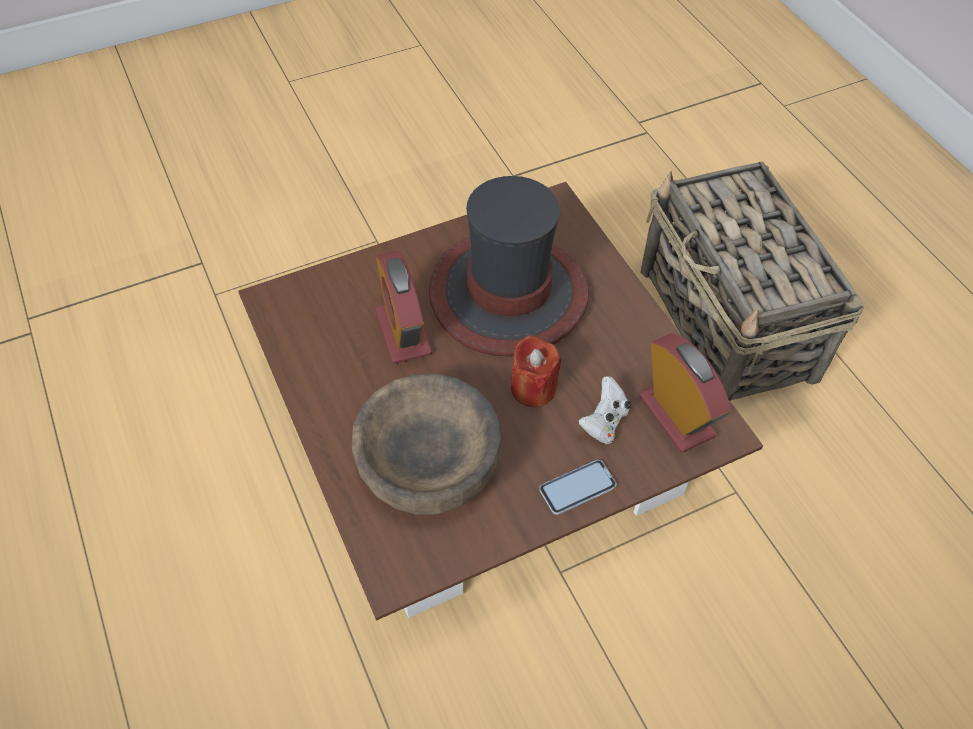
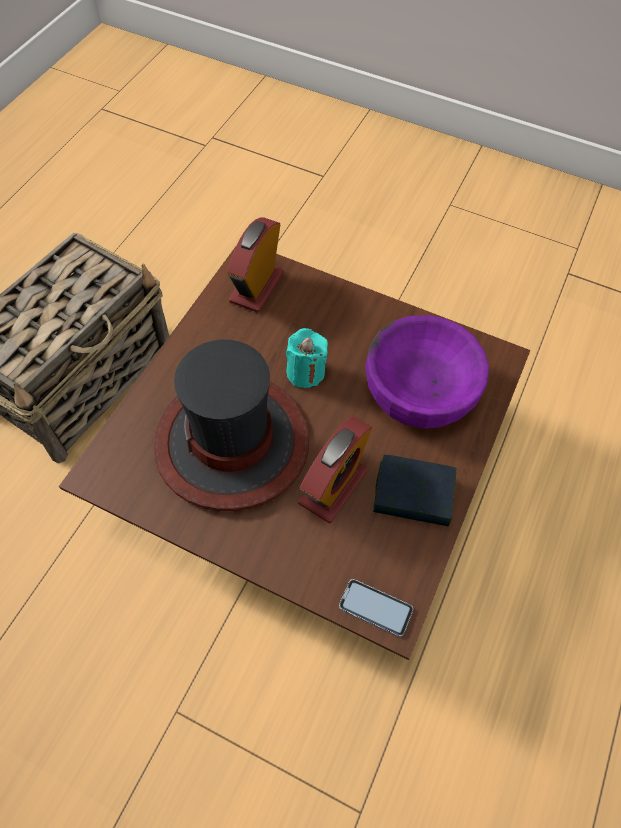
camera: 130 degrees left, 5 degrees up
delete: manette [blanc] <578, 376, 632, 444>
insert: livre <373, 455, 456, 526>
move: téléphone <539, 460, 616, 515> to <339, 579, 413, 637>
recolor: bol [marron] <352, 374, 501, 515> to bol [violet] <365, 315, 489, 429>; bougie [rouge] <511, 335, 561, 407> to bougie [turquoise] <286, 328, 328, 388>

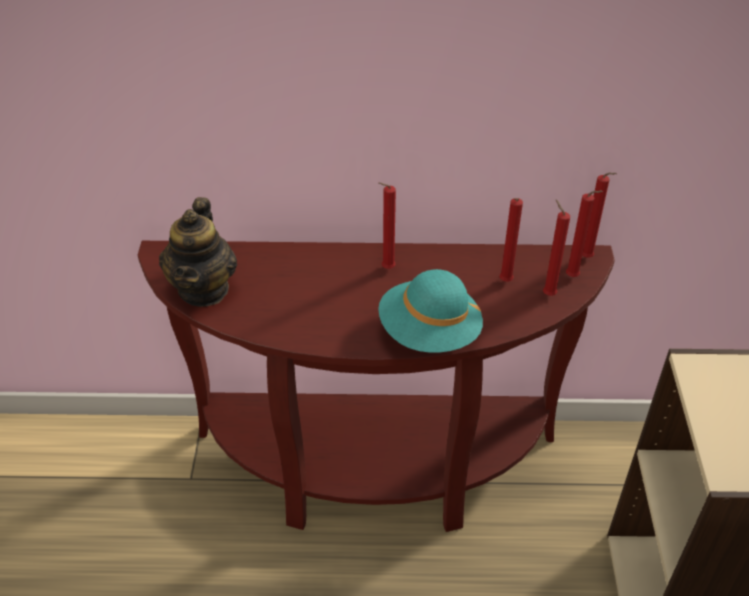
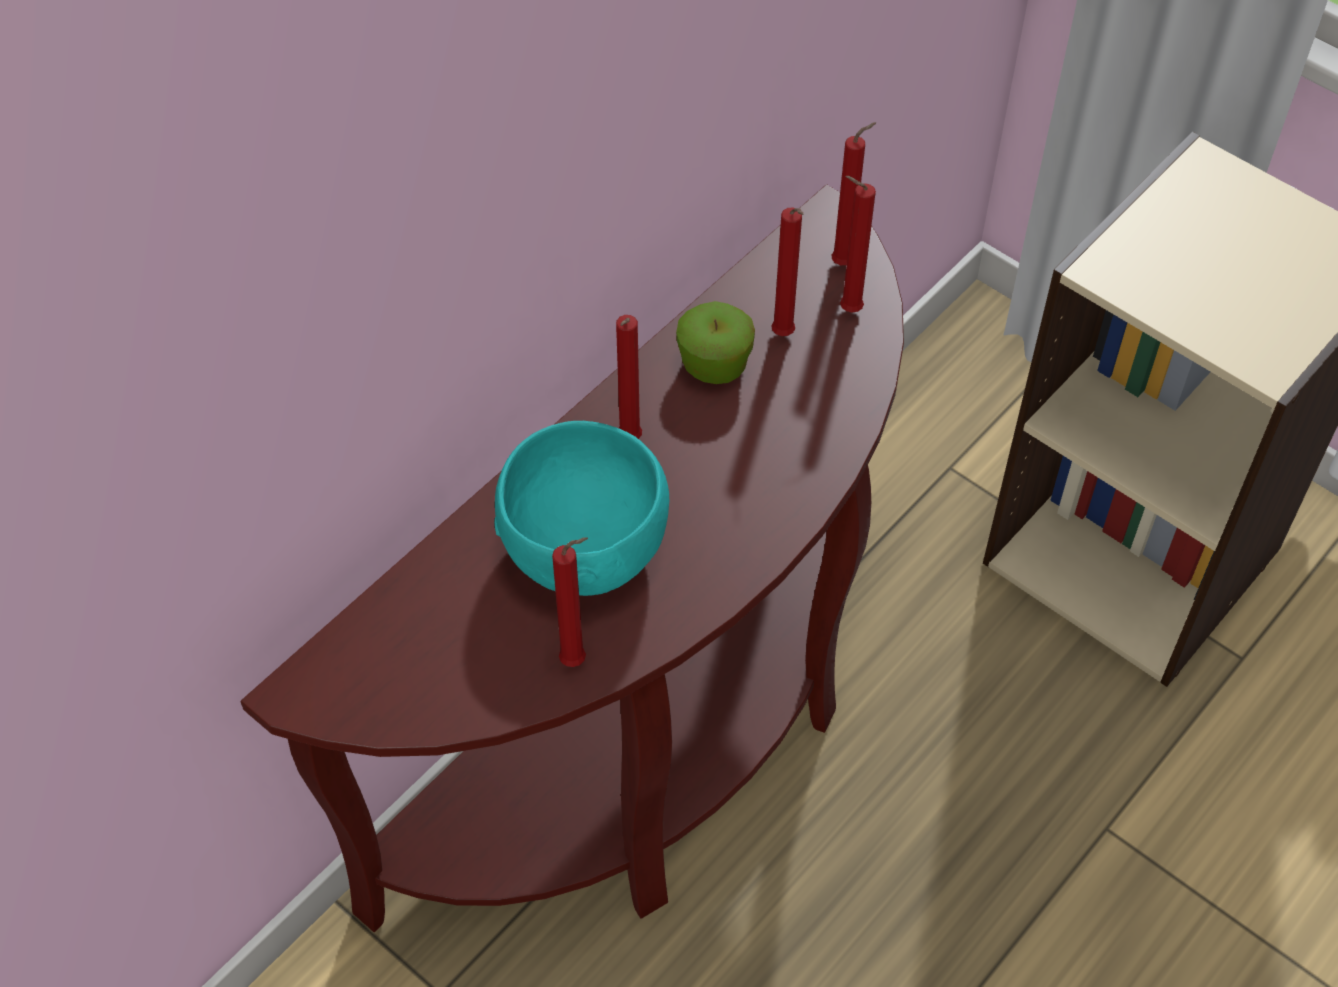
camera: 50 degrees left, 10 degrees up
delete: théière <159, 197, 237, 307>; chapeau [turquoise] <378, 269, 483, 353>
insert: bol [turquoise] <494, 421, 669, 596>; pomme <676, 301, 755, 384>
move: bougie [rouge] <582, 173, 617, 258> to <552, 537, 588, 667>

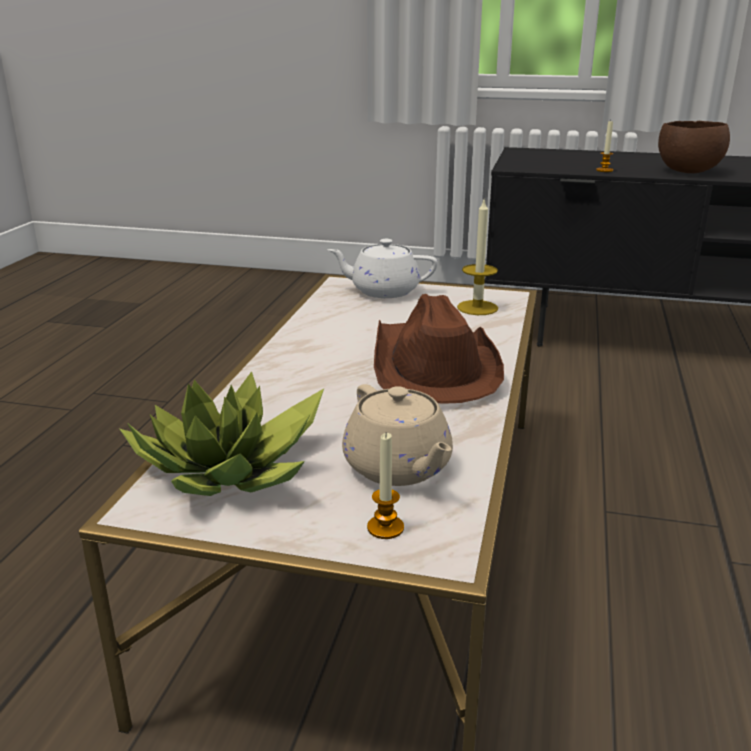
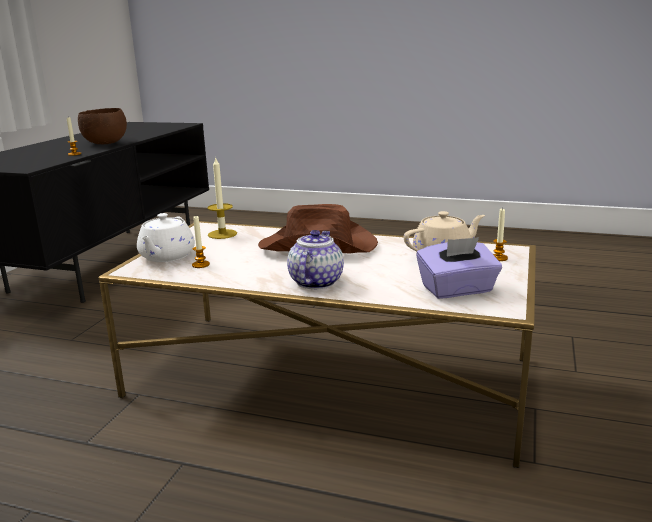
camera: 85 degrees left, 5 degrees down
insert: bougie <192, 216, 210, 268>; théière <287, 230, 344, 289>
replace: plante en pot <120, 371, 324, 496> to boîte à mouchoirs [violet] <416, 237, 502, 299>

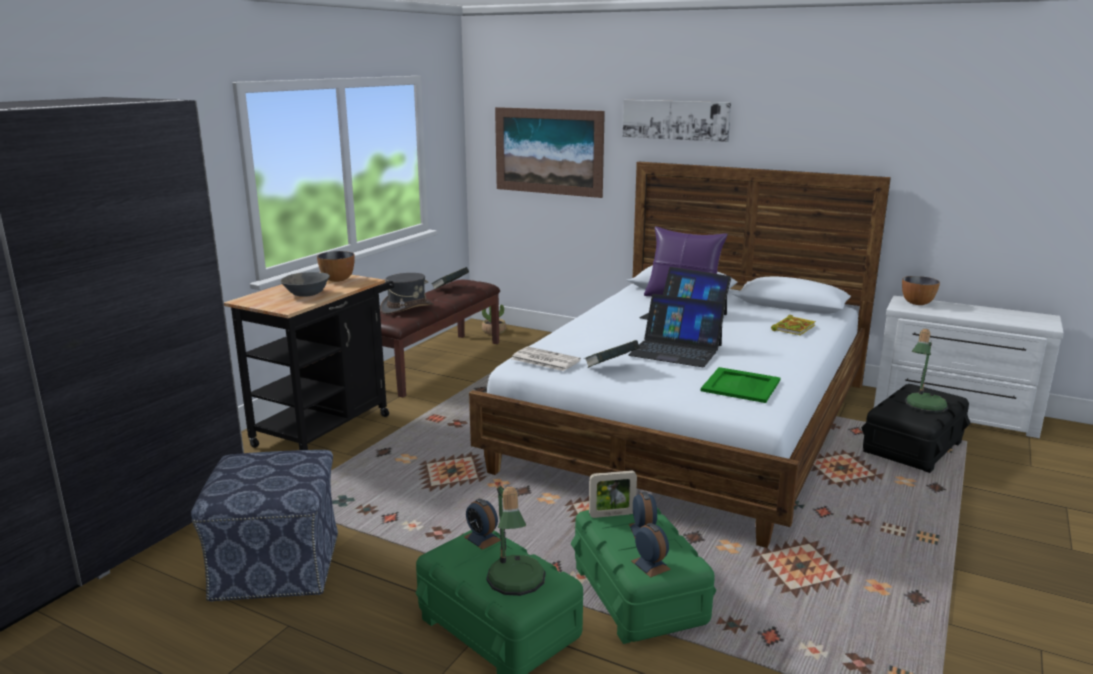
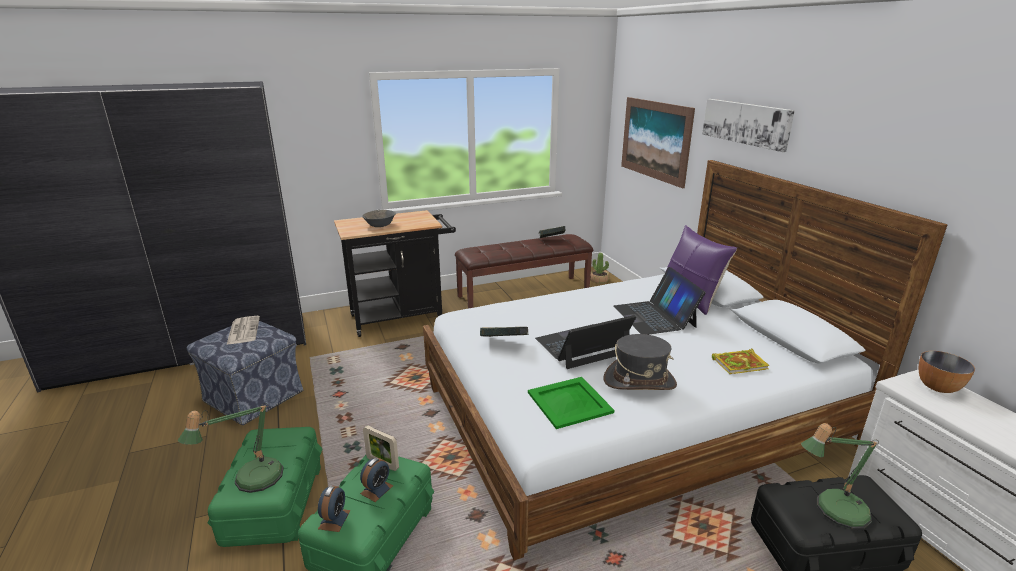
camera: 40 degrees right, 5 degrees up
delete: bol <317, 251, 355, 282>; réveil <464, 499, 501, 550>
move: chapeau [gris] <380, 273, 434, 314> to <603, 334, 677, 390>; journal <511, 347, 581, 371> to <226, 316, 260, 345>
rotate: ordinateur portable <628, 294, 726, 367> = <535, 315, 636, 369> 90 degrees clockwise

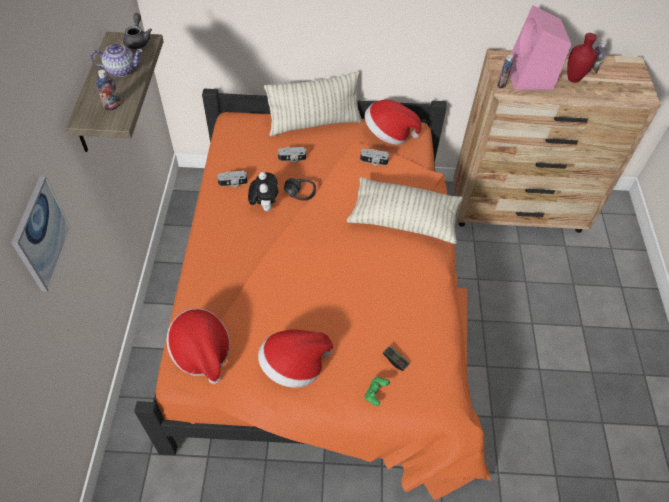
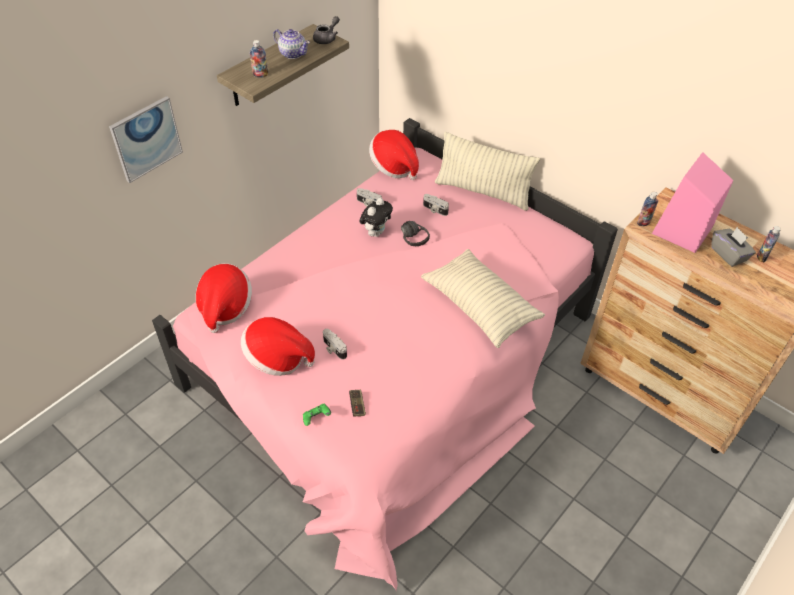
camera: 40 degrees right, 5 degrees down
move: appareil photo <360, 149, 389, 166> to <323, 329, 347, 359>; chapeau <365, 99, 422, 145> to <369, 130, 419, 180>
replace: vase [rouge] <567, 33, 597, 83> to boîte à mouchoirs [gris] <711, 227, 756, 267>
recolor: lit [orange] <134, 89, 491, 501> to lit [rose] <152, 118, 618, 590>

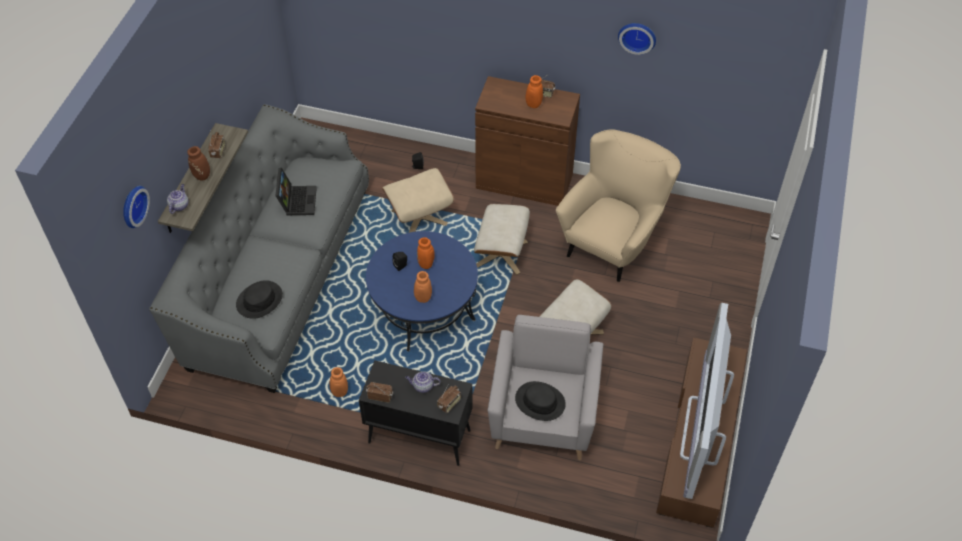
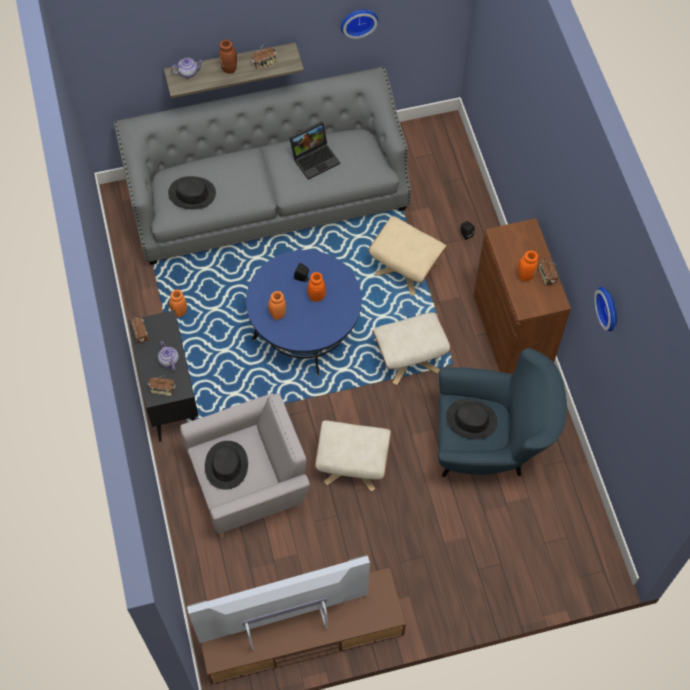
camera: 60 degrees right, 10 degrees up
insert: chapeau [noir] <446, 399, 498, 440>
move: horloge murale <123, 186, 150, 228> to <341, 10, 378, 39>
recolor: fauteuil [beige] <556, 129, 681, 282> to fauteuil [bleu] <438, 348, 567, 477>

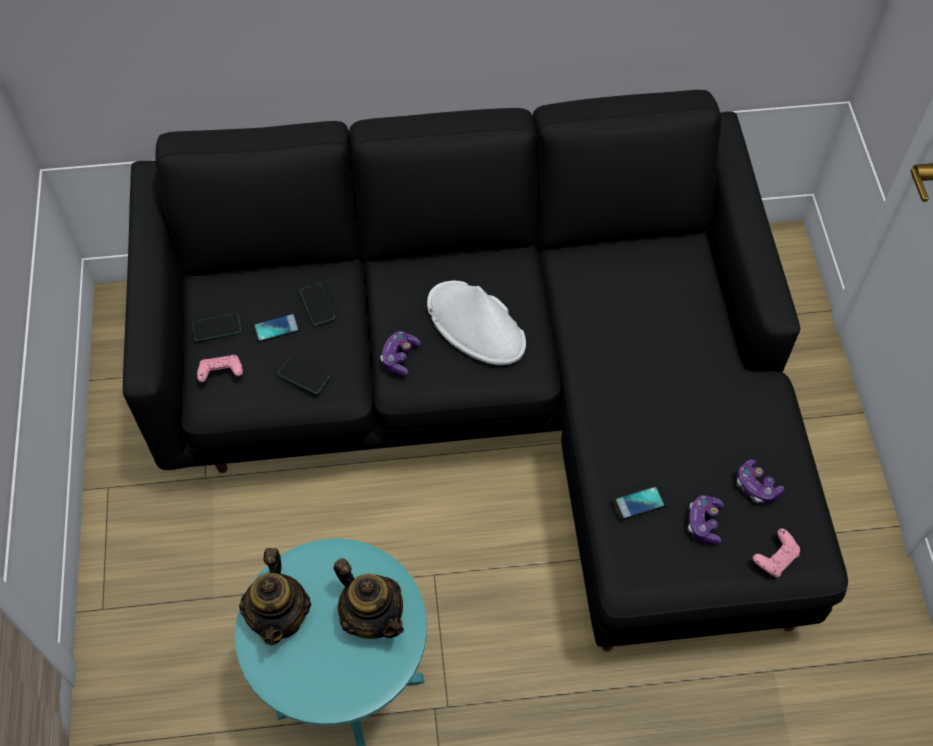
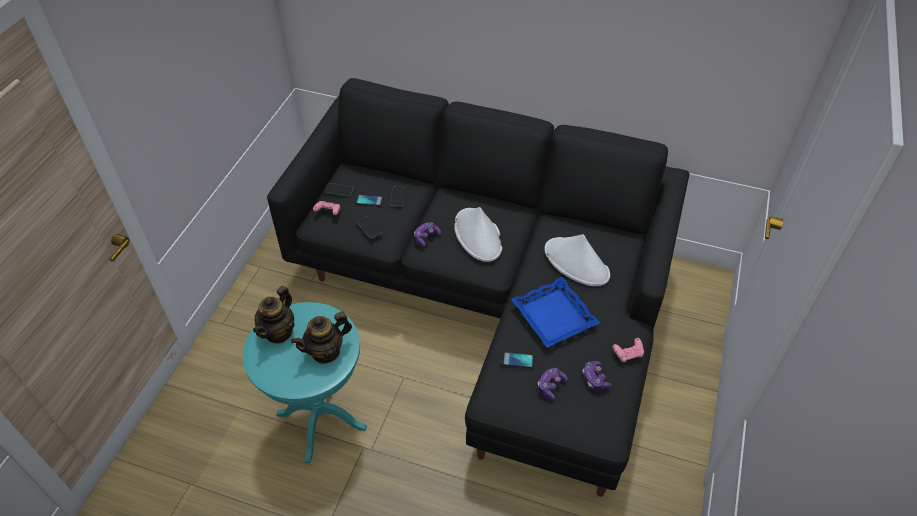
camera: 25 degrees right, 10 degrees down
insert: plateau [bleu] <511, 277, 600, 348>; chapeau [blanc] <544, 234, 610, 286>
move: manette [rose] <753, 528, 800, 577> to <613, 338, 644, 362>
rotate: théière <334, 558, 404, 639> = <291, 312, 352, 364> 75 degrees clockwise

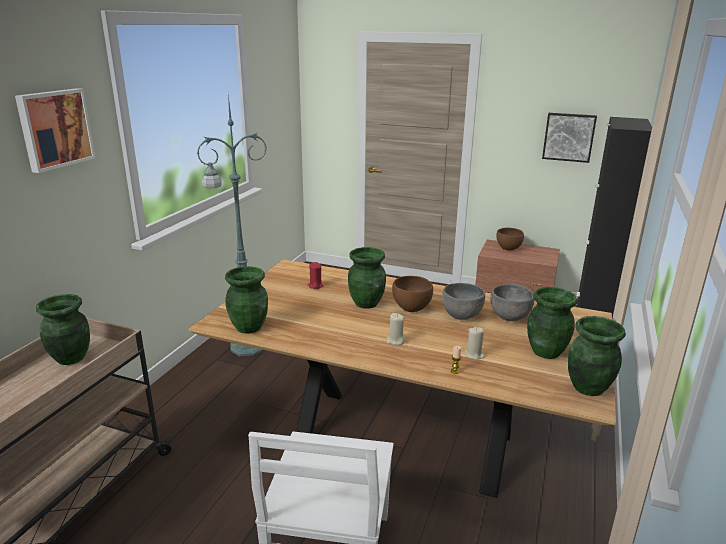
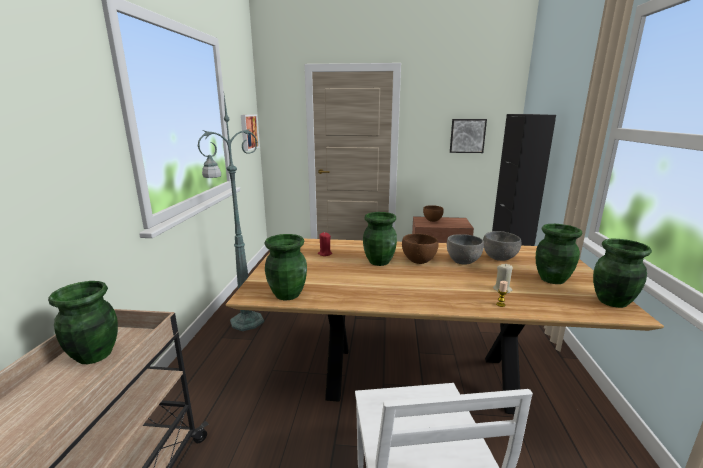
camera: 15 degrees left, 5 degrees down
delete: bougie [beige] <387, 313, 405, 345>
move: tableau <15, 88, 95, 173> to <241, 114, 259, 151>

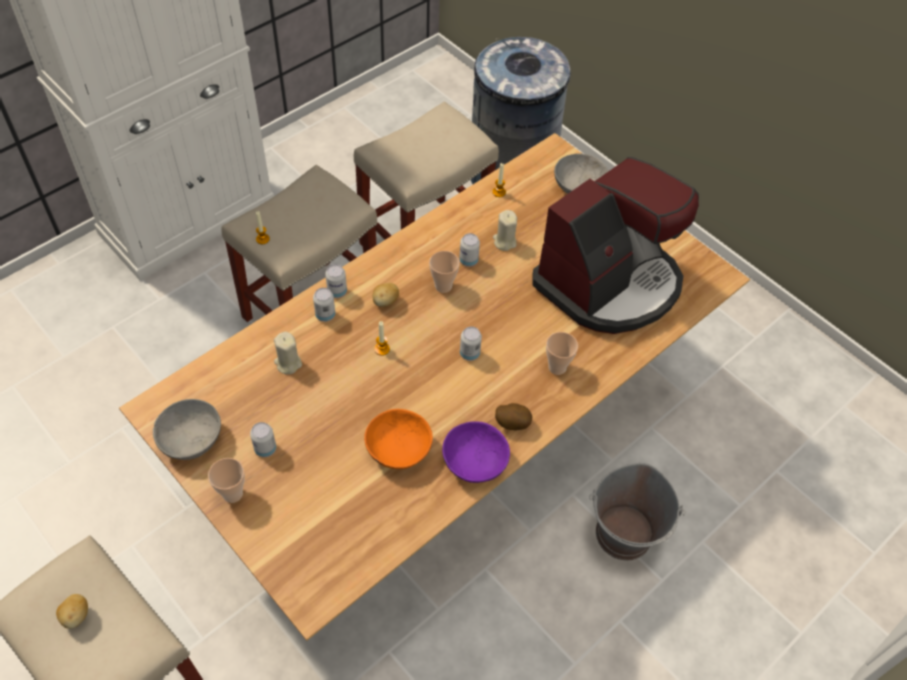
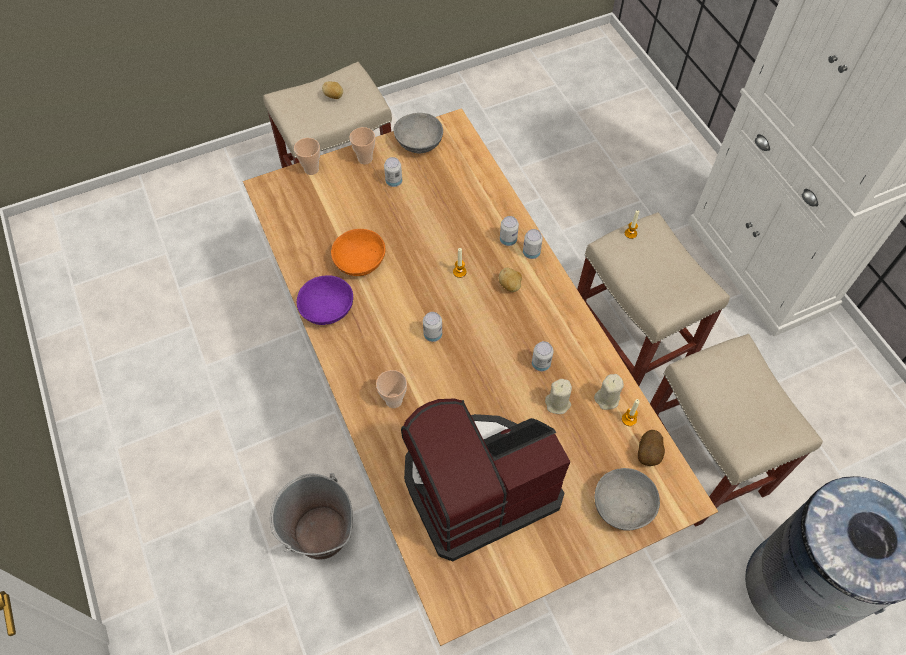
camera: 110 degrees right, 5 degrees up
move: bougie [beige] <274, 332, 302, 375> to <594, 374, 624, 410>; tasse <429, 251, 460, 293> to <294, 138, 320, 175>; pomme de terre <495, 403, 532, 430> to <638, 430, 665, 466>
rotate: machine à café <532, 157, 699, 334> = <401, 399, 571, 561> 90 degrees clockwise

